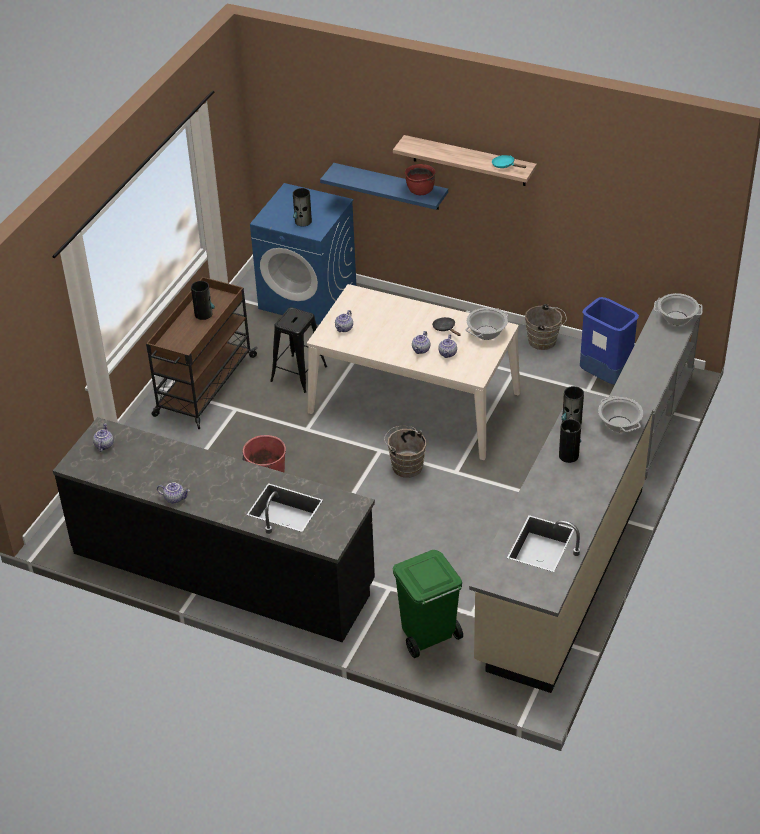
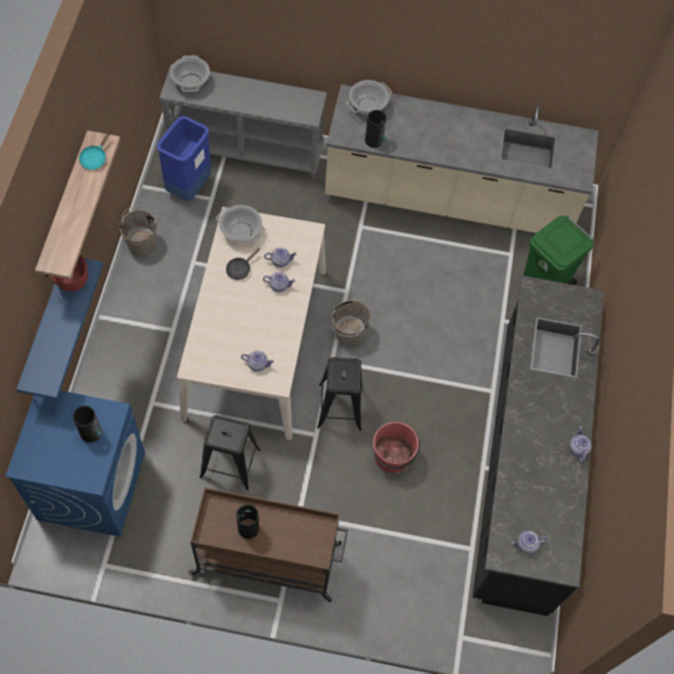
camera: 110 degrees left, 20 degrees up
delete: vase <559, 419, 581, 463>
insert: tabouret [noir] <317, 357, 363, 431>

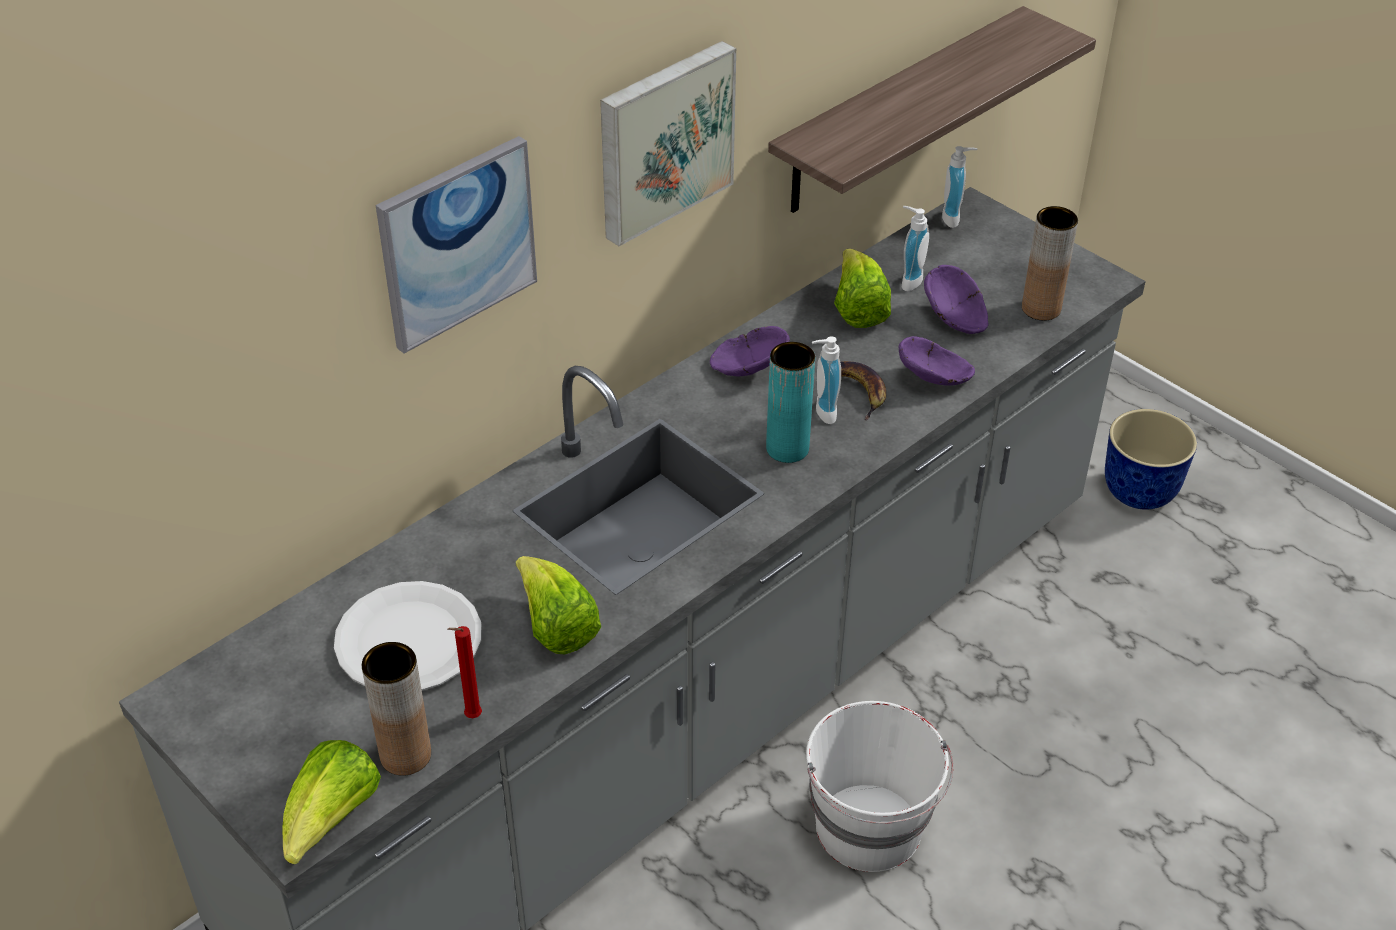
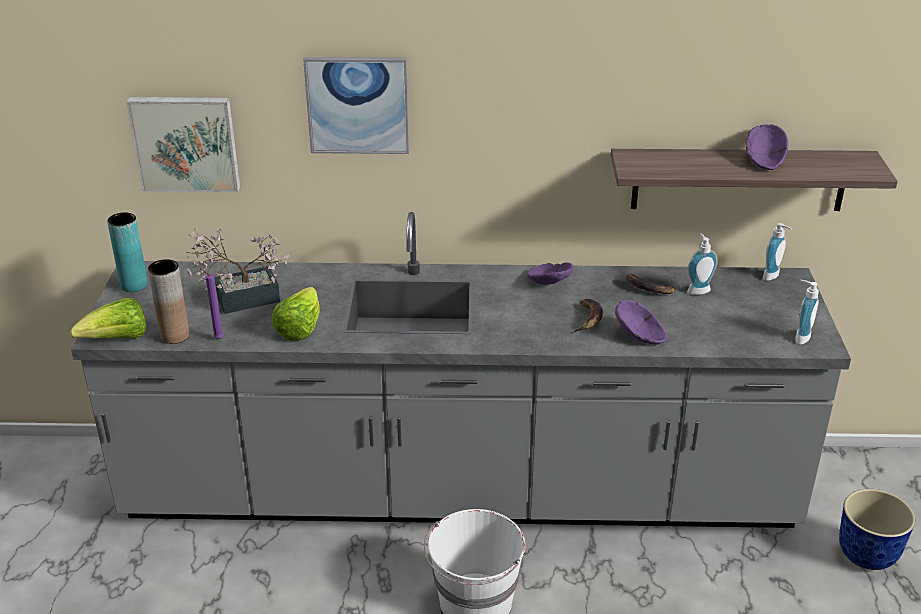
camera: 45 degrees right, 10 degrees down
delete: vase [marron] <1022, 206, 1078, 321>
move: tableau <600, 41, 736, 246> to <126, 97, 240, 192>; vase [turquoise] <766, 342, 815, 463> to <107, 212, 148, 292>; distributeur de savon <812, 336, 841, 424> to <795, 280, 819, 344>; bol [violet] <924, 265, 989, 334> to <746, 124, 789, 170>
replace: assiette [blanc] <334, 581, 481, 691> to plante en pot <186, 227, 289, 314>; laitue <834, 249, 891, 328> to banane <626, 273, 676, 294>
recolor: bougie [rouge] <448, 626, 482, 718> to bougie [violet] <200, 268, 224, 339>

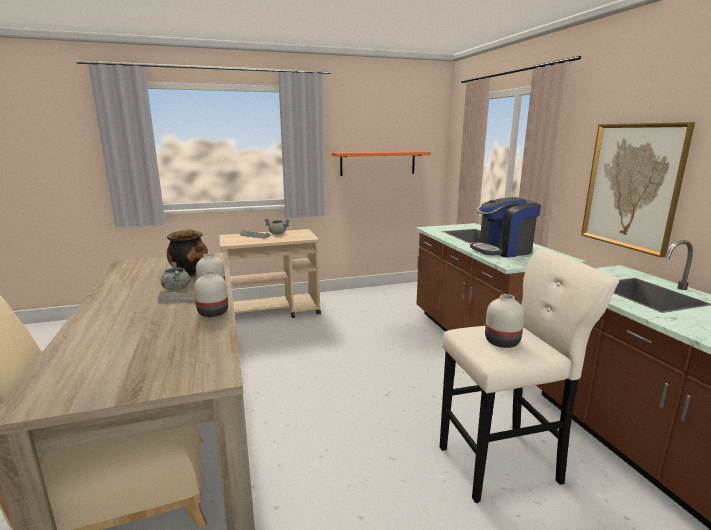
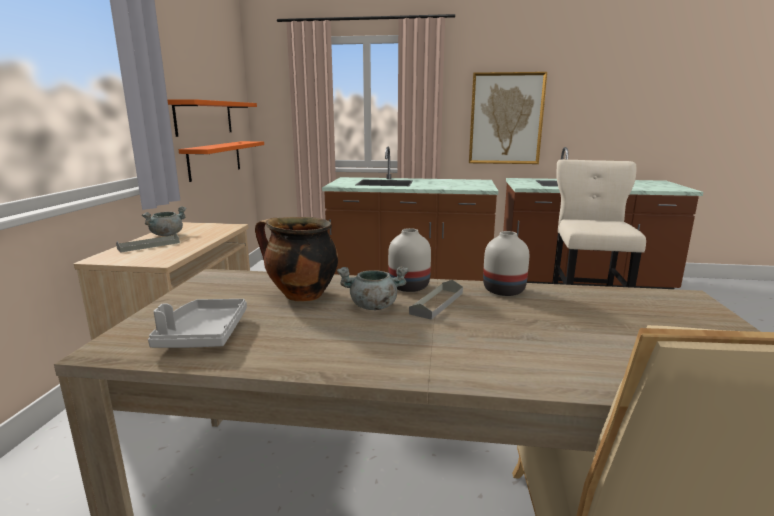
camera: 65 degrees left, 0 degrees up
delete: machine à café <470, 197, 541, 258>; vase [blanc] <485, 294, 525, 348>
insert: plateau [gris] <148, 299, 247, 348>; étagère [orange] <179, 141, 264, 182>

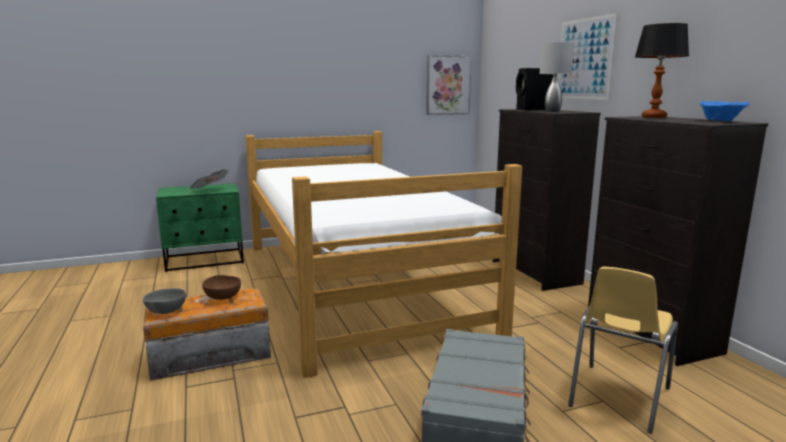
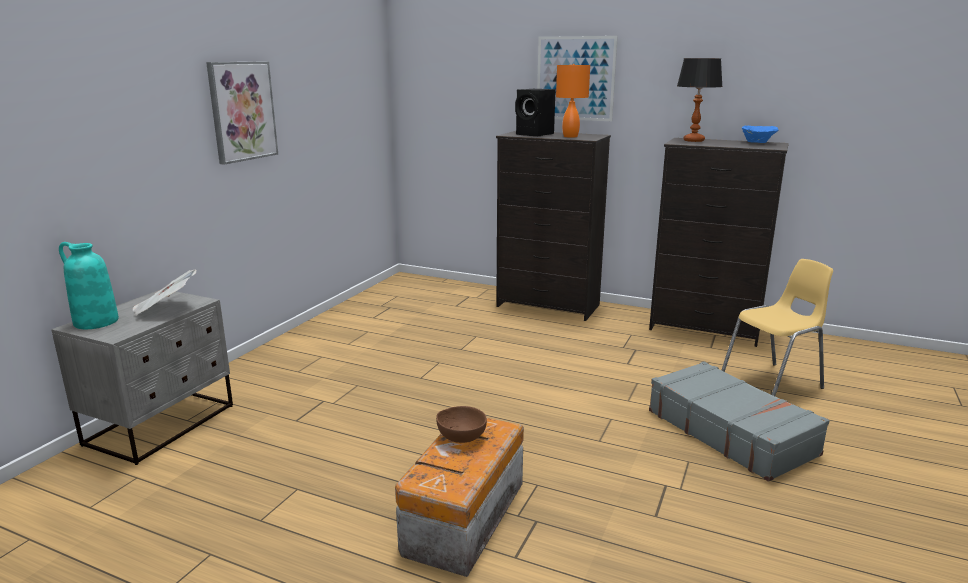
camera: 45 degrees left, 5 degrees up
delete: bol [gris] <143, 288, 186, 314>; lit <245, 131, 522, 378>
insert: vase [turquoise] <59, 242, 119, 329>
move: tableau <426, 55, 472, 115> to <206, 61, 278, 165>
recolor: table de chevet [vert] <156, 183, 244, 272> to table de chevet [gris] <51, 290, 233, 465>; lampe de table [gris] <540, 42, 574, 112> to lampe de table [orange] <556, 64, 590, 138>
rotate: chaise [jaune] <568, 267, 678, 434> = <722, 259, 833, 396> 105 degrees counterclockwise

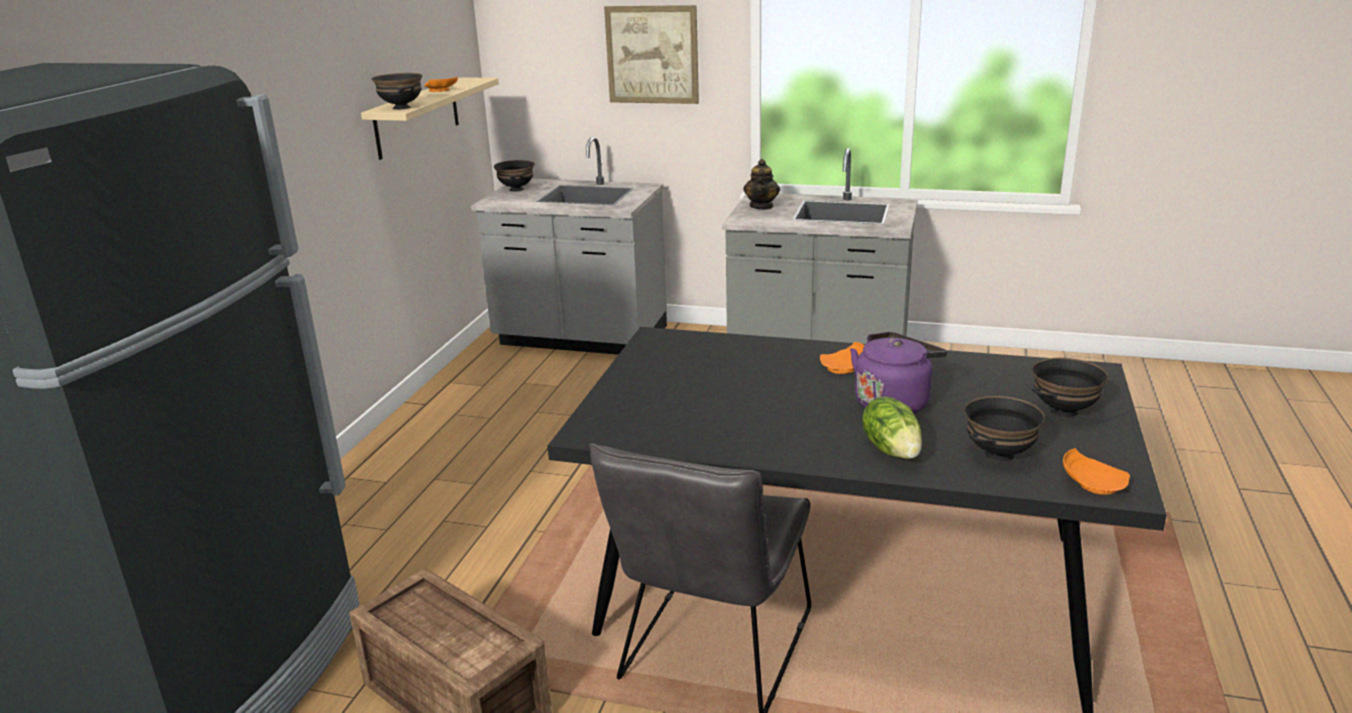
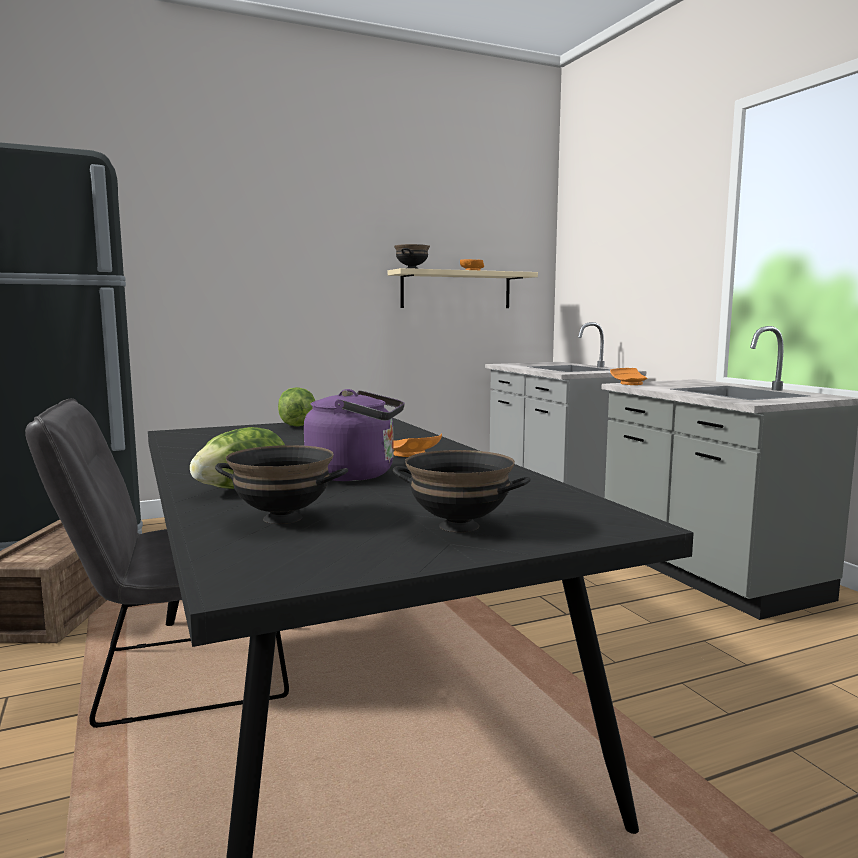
camera: 50 degrees right, 15 degrees down
delete: bol [noir] <494, 160, 535, 192>; tableau <604, 5, 699, 104>; théière <743, 159, 780, 210>
insert: laitue <278, 387, 315, 427>
move: assiette [orange] <1063, 448, 1130, 495> to <610, 368, 648, 385>

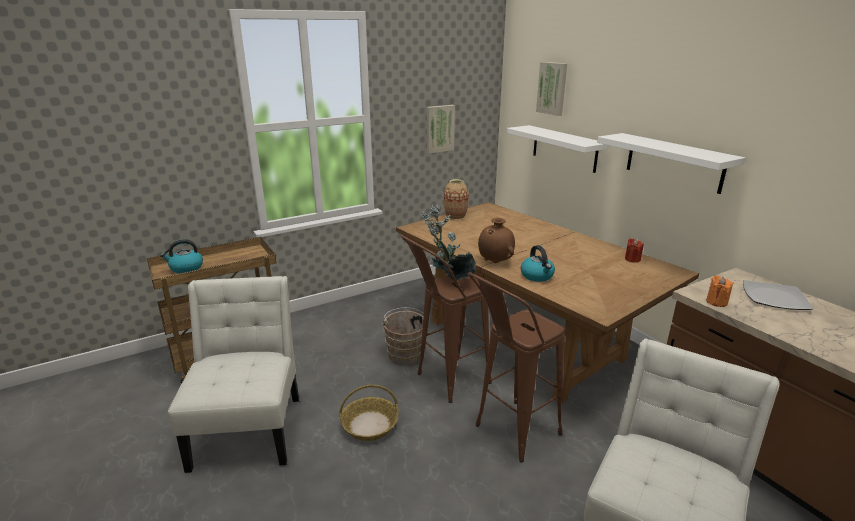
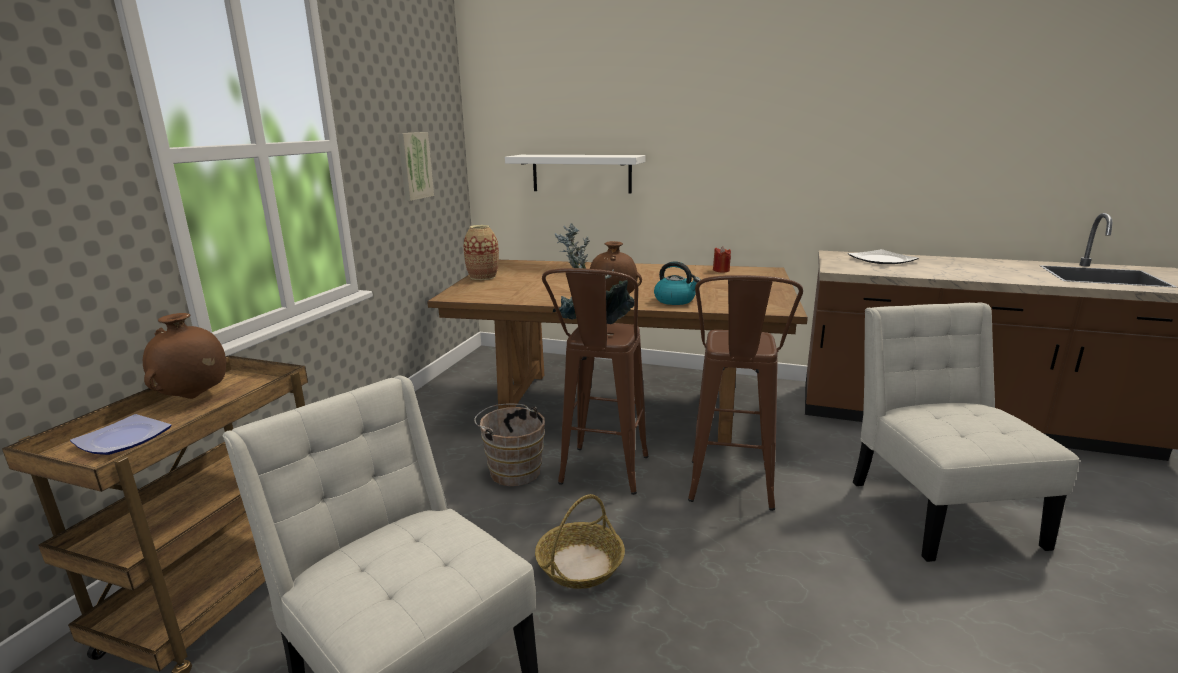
camera: 40 degrees left, 5 degrees down
delete: tableau <536, 62, 567, 116>; étagère [blanc] <597, 133, 745, 194>; bougie [orange] <706, 275, 733, 307>
insert: vase [marron] <143, 313, 226, 399>
replace: bouilloire <160, 239, 203, 273> to assiette <70, 414, 172, 455>

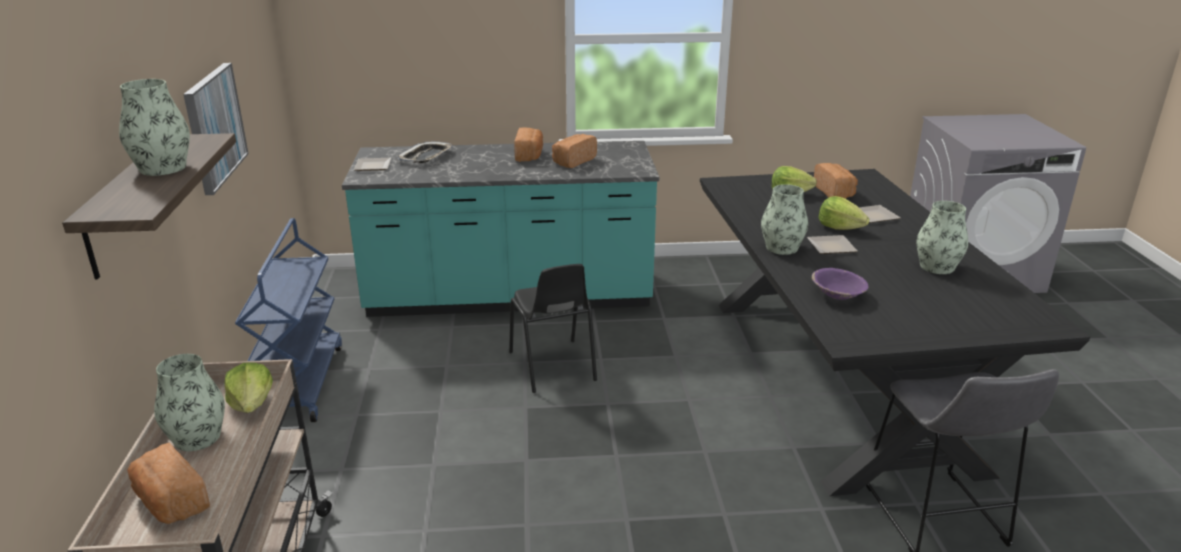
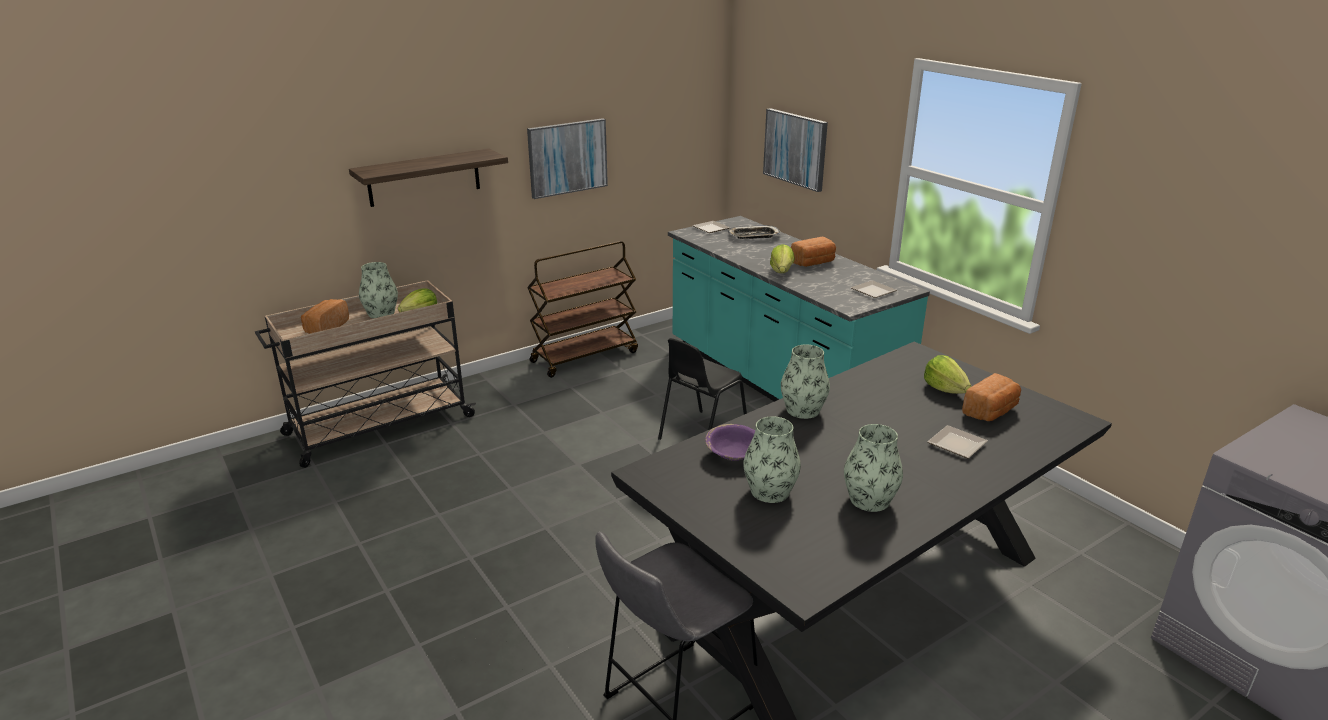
camera: 60 degrees right, 0 degrees up
delete: pain <552, 134, 597, 168>
insert: tableau <763, 108, 828, 192>
move: vase <119, 79, 190, 176> to <743, 417, 801, 503>; assiette <807, 235, 858, 254> to <850, 280, 897, 298>; laitue <818, 196, 870, 230> to <770, 244, 795, 273>
recolor: chariot [bleu] <235, 218, 342, 422> to chariot [marron] <527, 241, 638, 378>

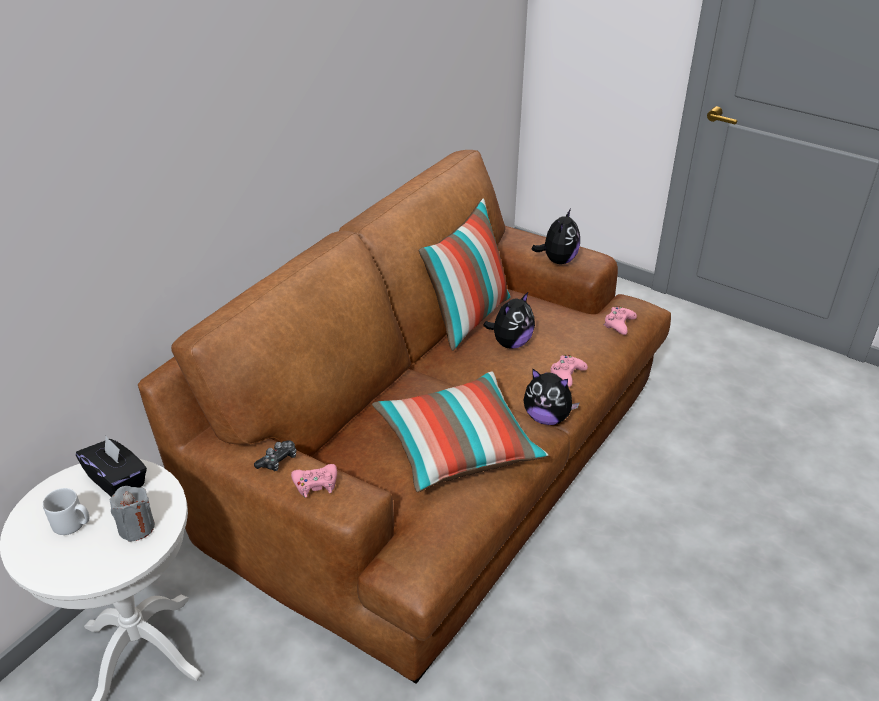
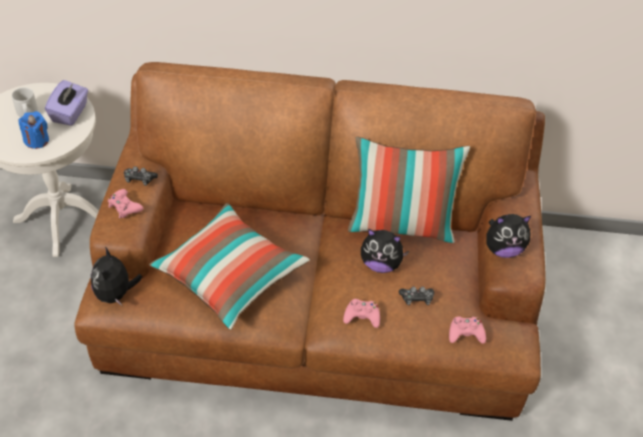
camera: 60 degrees right, 10 degrees up
insert: manette <399, 287, 434, 305>
move: peluche <523, 368, 580, 425> to <91, 246, 143, 306>
recolor: boîte à mouchoirs [noir] <76, 436, 147, 497> to boîte à mouchoirs [violet] <45, 80, 88, 126>; bougie [gris] <110, 486, 155, 542> to bougie [bleu] <19, 111, 49, 149>

